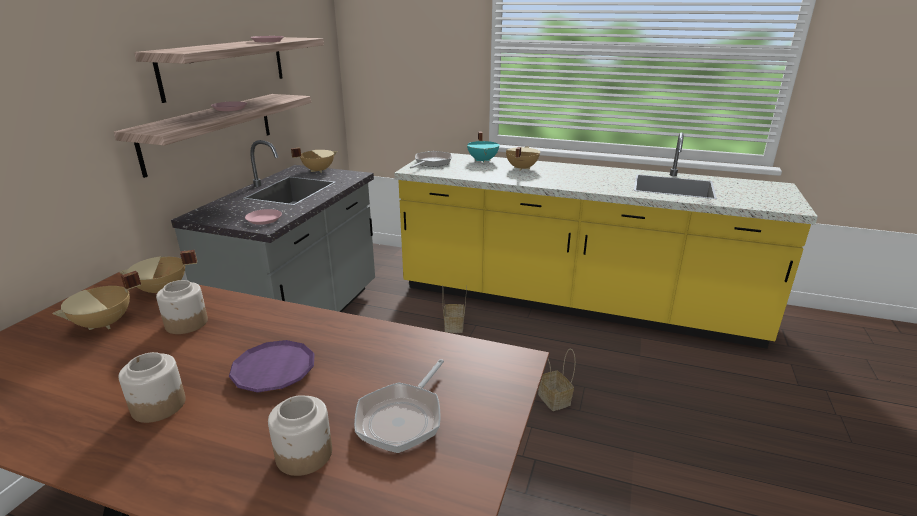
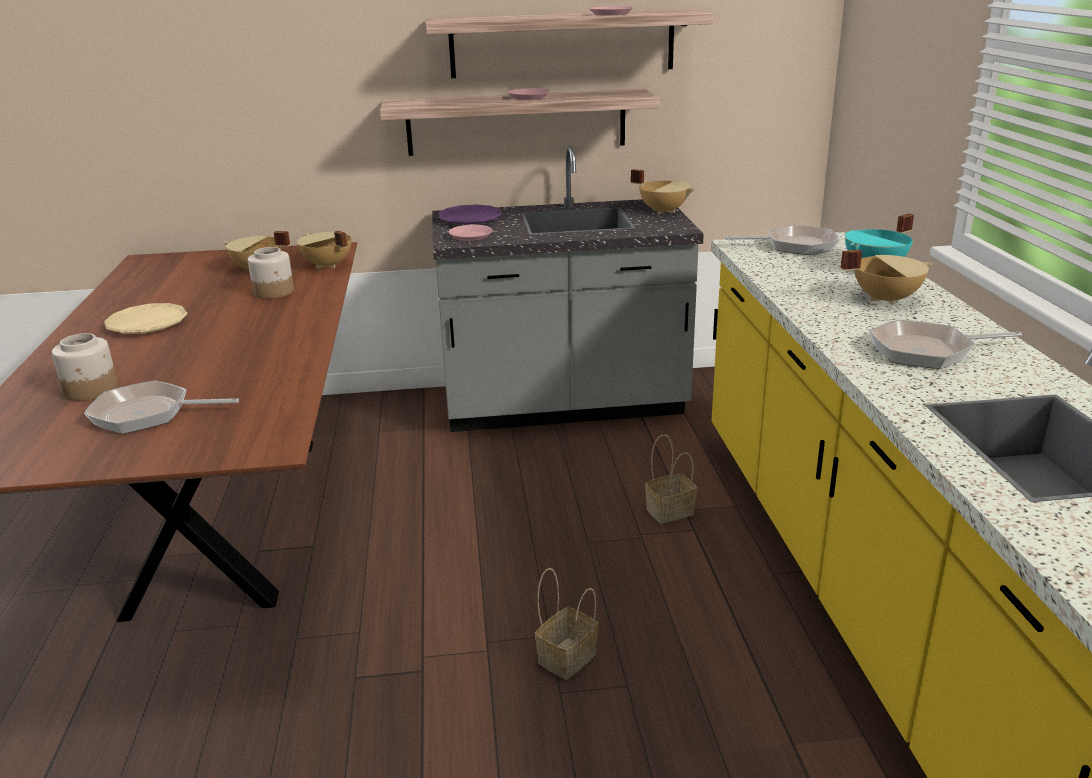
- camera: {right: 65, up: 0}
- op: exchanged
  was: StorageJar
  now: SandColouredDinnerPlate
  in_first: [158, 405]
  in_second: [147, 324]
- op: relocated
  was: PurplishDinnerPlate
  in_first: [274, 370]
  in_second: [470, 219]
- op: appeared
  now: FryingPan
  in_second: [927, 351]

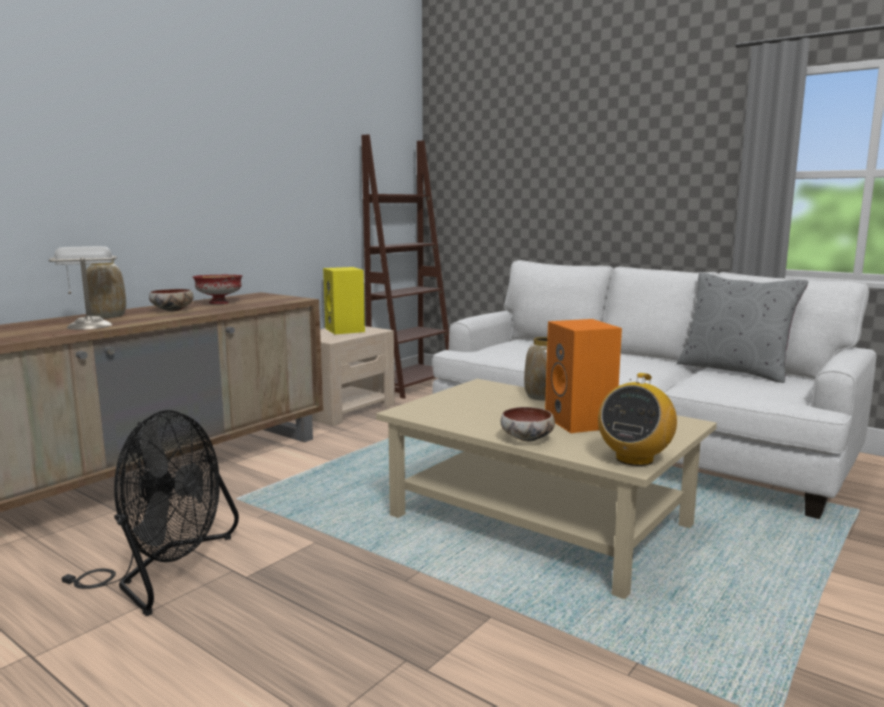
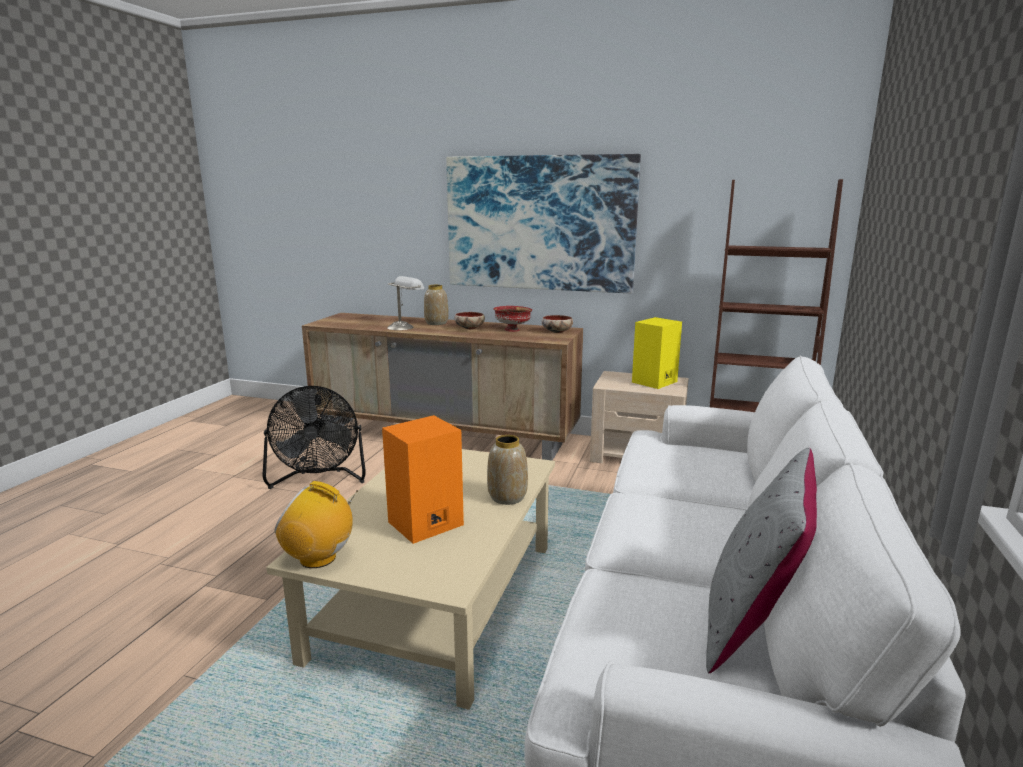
- camera: {right: 70, up: 5}
- op: relocated
  was: Bowl
  in_first: [527, 439]
  in_second: [556, 332]
- op: appeared
  now: Picture
  in_second: [539, 223]

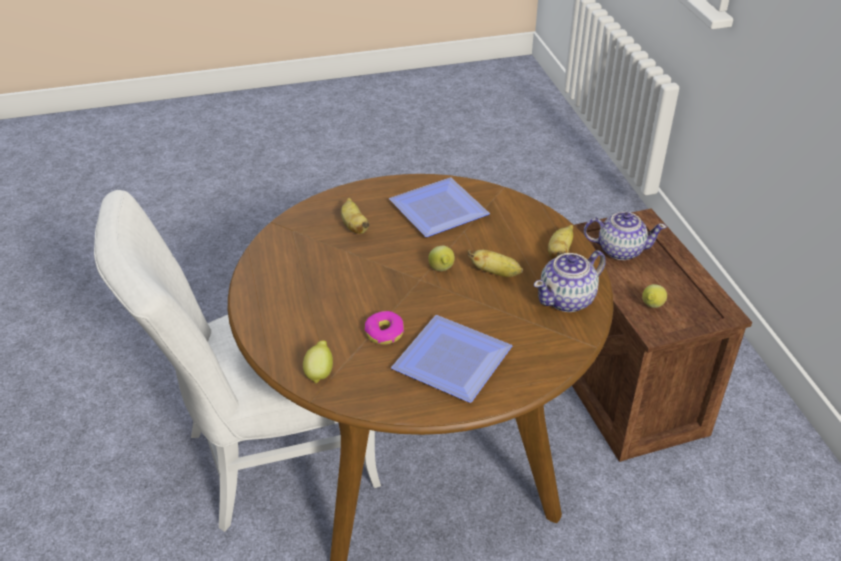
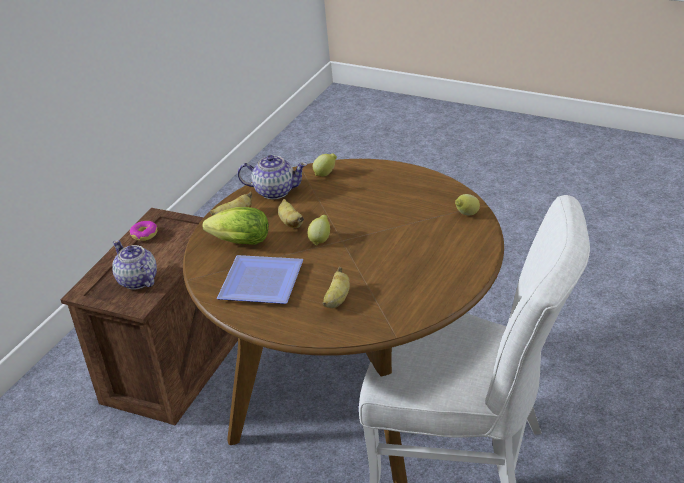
- camera: {right: -135, up: -5}
- op: relocated
  was: Donut
  in_first: [384, 333]
  in_second: [144, 234]
- op: missing
  was: DinnerPlate
  in_first: [448, 362]
- op: relocated
  was: Lemon
  in_first: [651, 306]
  in_second: [326, 174]
- op: appeared
  now: HeadOfLettuce
  in_second: [237, 242]

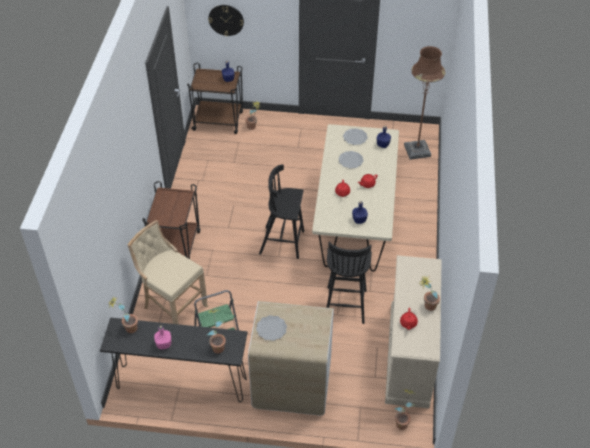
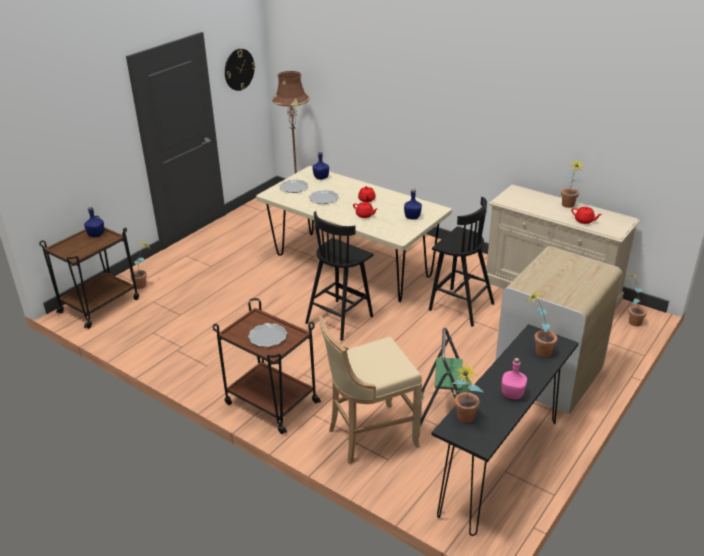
- camera: {right: -60, up: -15}
- op: relocated
  was: WallClock
  in_first: [226, 20]
  in_second: [239, 69]
- op: relocated
  was: DinnerPlate
  in_first: [271, 329]
  in_second: [267, 336]

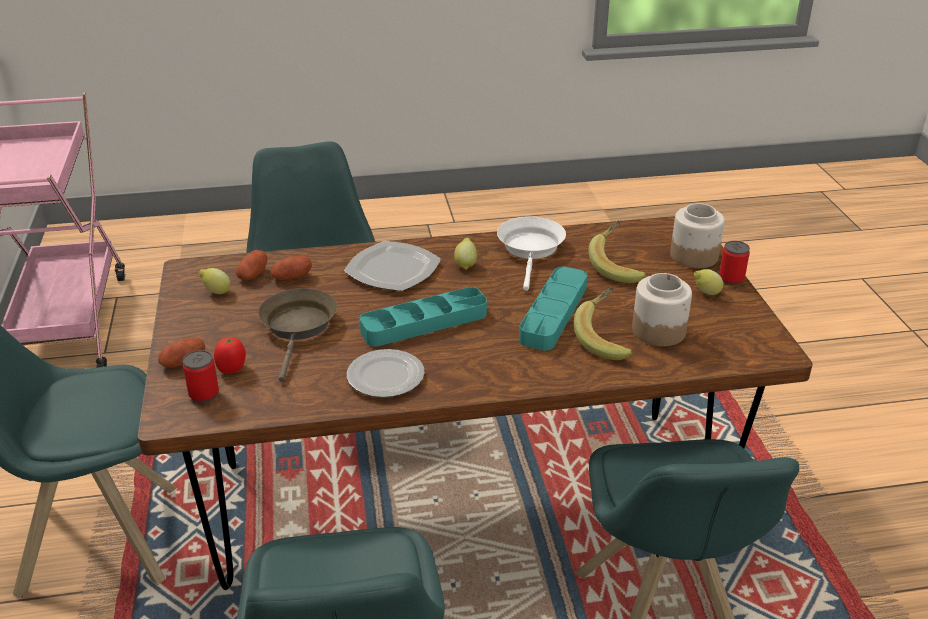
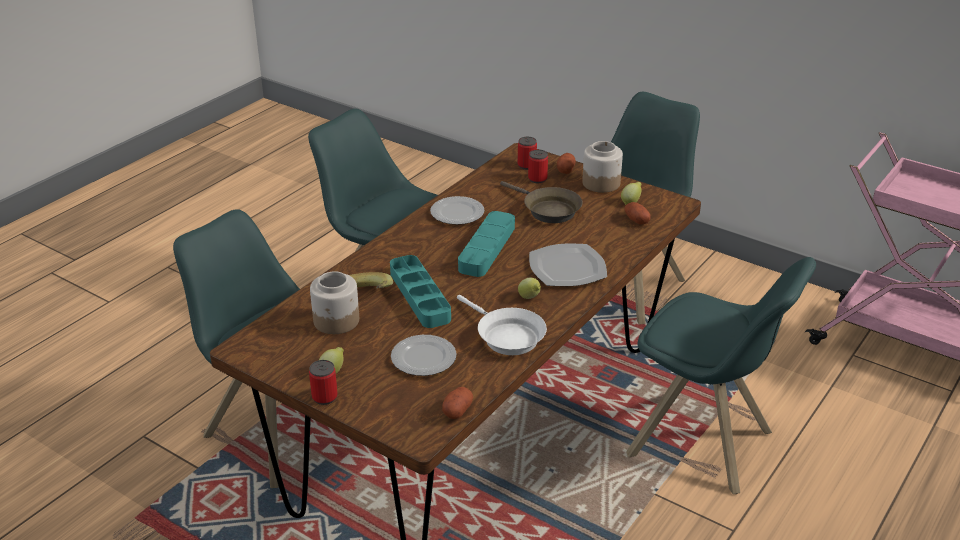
- camera: {right: 135, up: 0}
- op: exchanged
  was: FreshTomato
  now: Can
  in_first: [232, 369]
  in_second: [537, 179]
- op: relocated
  was: Spud
  in_first: [292, 277]
  in_second: [457, 410]
- op: exchanged
  was: WholeBanana
  now: DinnerPlate
  in_first: [619, 266]
  in_second: [423, 359]
- op: relocated
  was: StorageJar
  in_first: [693, 256]
  in_second: [601, 183]

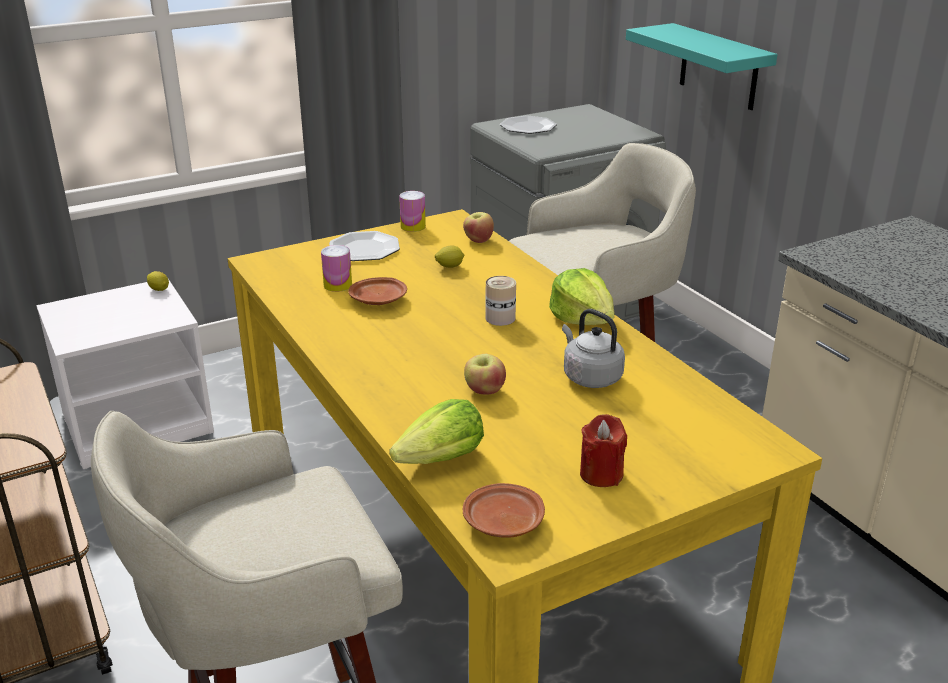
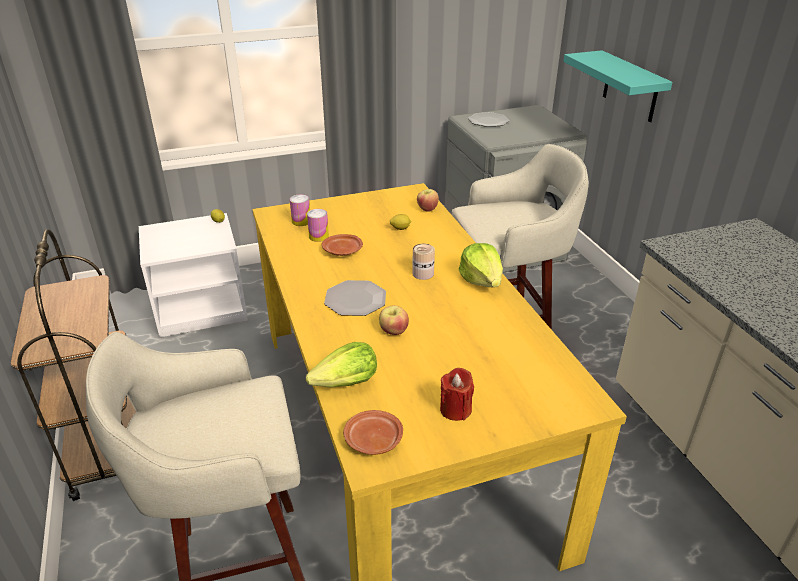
- camera: {right: 10, up: 5}
- op: relocated
  was: DinnerPlate
  in_first: [364, 248]
  in_second: [355, 299]
- op: relocated
  was: Can
  in_first: [413, 226]
  in_second: [301, 221]
- op: missing
  was: GreyishWaterKettle
  in_first: [590, 377]

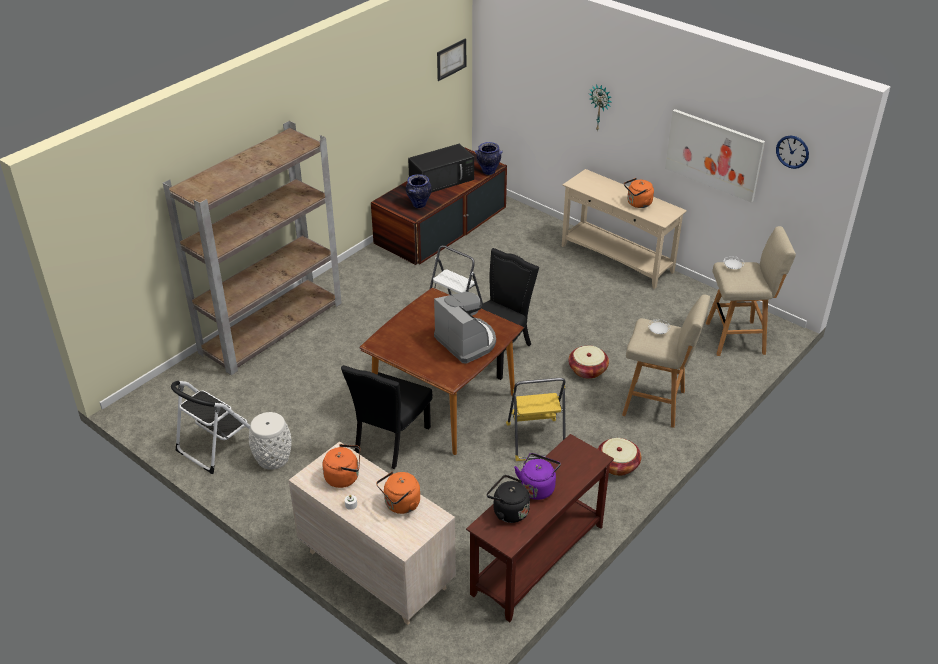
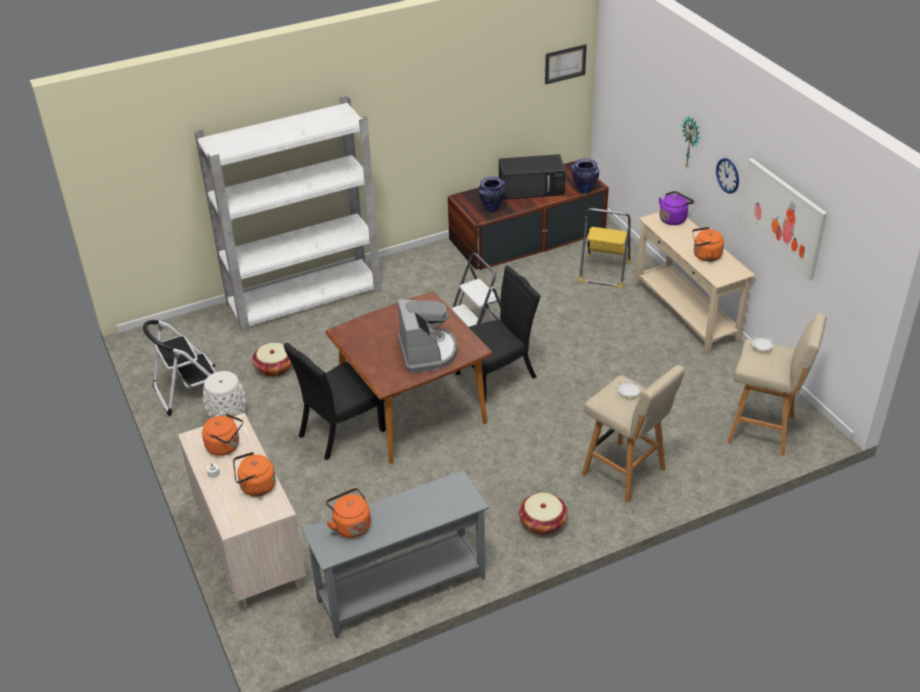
- camera: {right: 25, up: 0}
- op: colour
  was: BrownColouredBookshelf
  now: WhitishBookshelf
  in_first: [272, 327]
  in_second: [304, 297]
- op: colour
  was: BrownColouredHallTable
  now: GreyishHallTable
  in_first: [538, 560]
  in_second: [401, 589]
- op: colour
  was: BlackWaterKettle
  now: OrangeWaterKettle
  in_first: [508, 511]
  in_second: [350, 525]
- op: relocated
  was: YellowishStepladder
  in_first: [535, 441]
  in_second: [604, 272]
- op: relocated
  was: PurplishWaterKettle
  in_first: [537, 487]
  in_second: [673, 218]
- op: relocated
  was: StorageBasket
  in_first: [587, 370]
  in_second: [275, 368]
- op: relocated
  was: WallClock
  in_first: [792, 151]
  in_second: [727, 175]

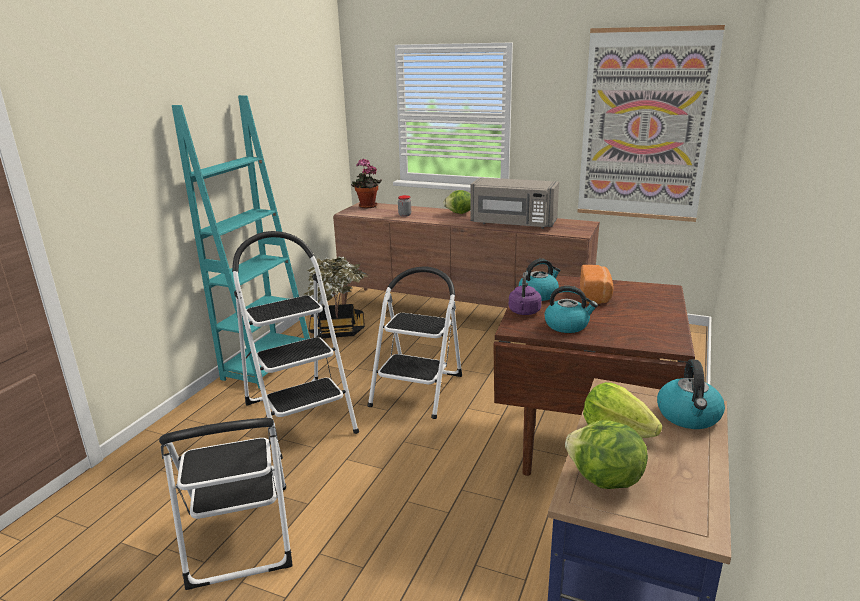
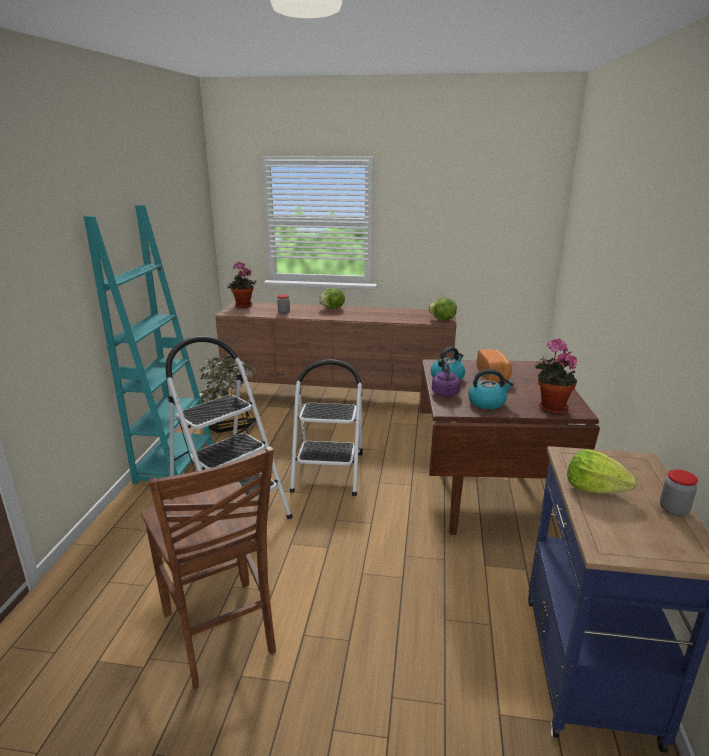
- camera: {right: -15, up: 0}
- op: exchanged
  was: Stepladder
  now: BrownColouredPlainChair
  in_first: [239, 537]
  in_second: [220, 634]
- op: missing
  was: GreyishKitchenMicrowave
  in_first: [513, 223]
- op: relocated
  was: HeadOfLettuce
  in_first: [604, 480]
  in_second: [442, 320]
- op: missing
  was: Picture
  in_first: [644, 126]
- op: missing
  was: WaterKettle
  in_first: [689, 416]
- op: appeared
  now: PottedPlant
  in_second: [550, 408]
- op: appeared
  now: StorageJar
  in_second: [673, 510]

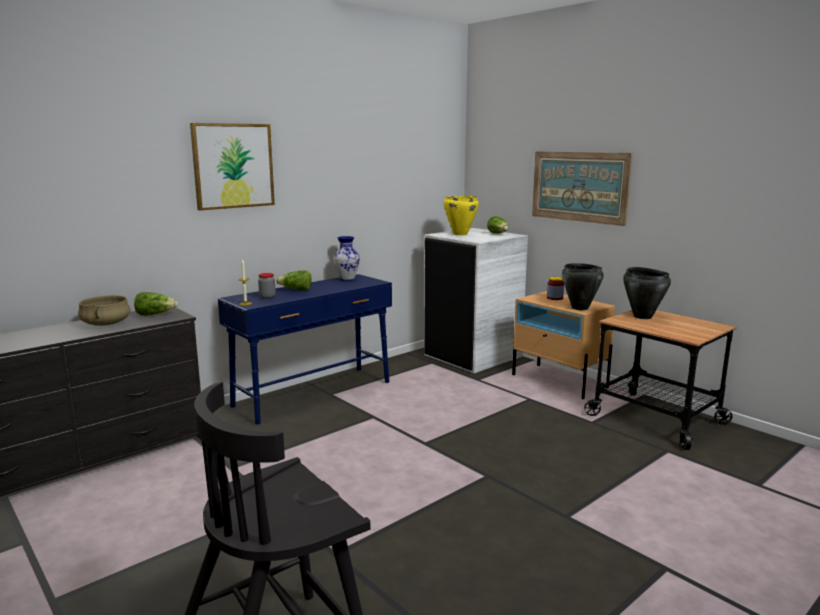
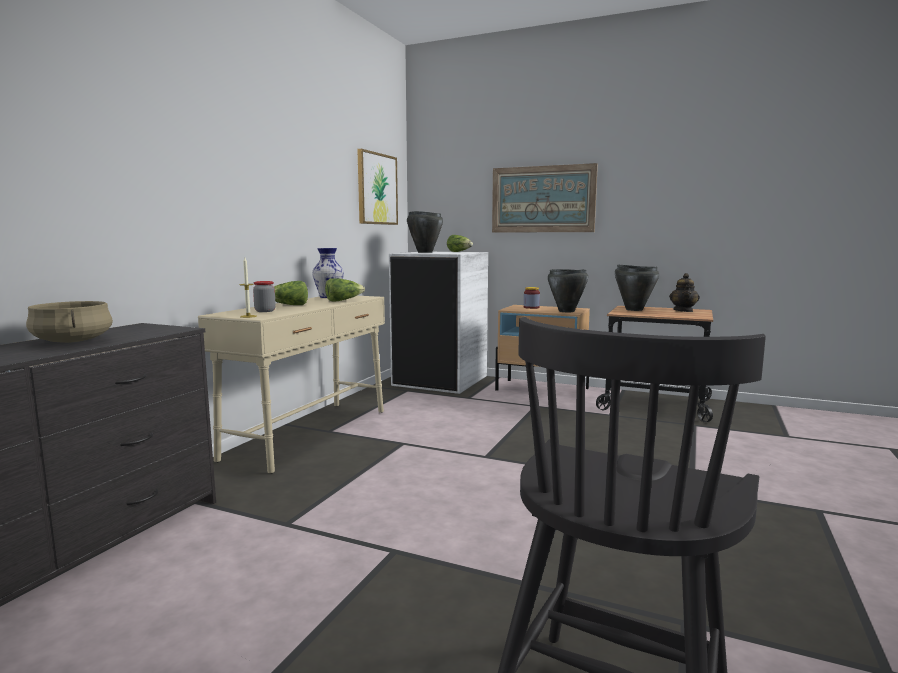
- camera: {right: -25, up: -5}
- op: relocated
  was: HeadOfLettuce
  in_first: [155, 314]
  in_second: [343, 300]
- op: relocated
  was: Picture
  in_first: [233, 166]
  in_second: [377, 189]
- op: colour
  was: BlueHallTable
  now: SandColouredHallTable
  in_first: [314, 394]
  in_second: [310, 434]
- op: colour
  was: YellowishStockpot
  now: BlackStockpot
  in_first: [459, 234]
  in_second: [424, 252]
- op: appeared
  now: TeaPot
  in_second: [683, 311]

